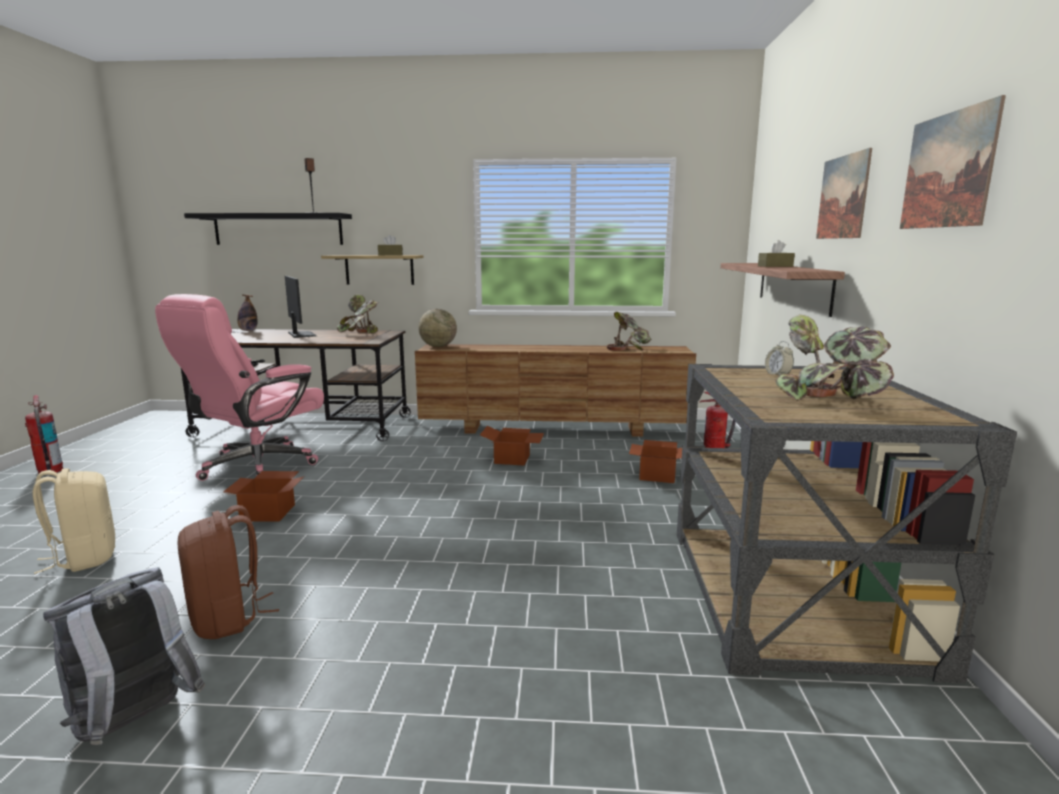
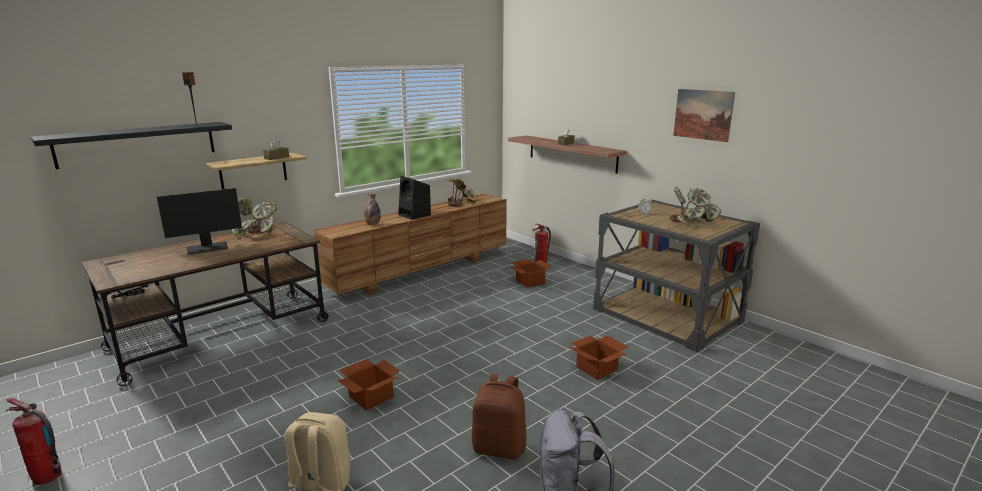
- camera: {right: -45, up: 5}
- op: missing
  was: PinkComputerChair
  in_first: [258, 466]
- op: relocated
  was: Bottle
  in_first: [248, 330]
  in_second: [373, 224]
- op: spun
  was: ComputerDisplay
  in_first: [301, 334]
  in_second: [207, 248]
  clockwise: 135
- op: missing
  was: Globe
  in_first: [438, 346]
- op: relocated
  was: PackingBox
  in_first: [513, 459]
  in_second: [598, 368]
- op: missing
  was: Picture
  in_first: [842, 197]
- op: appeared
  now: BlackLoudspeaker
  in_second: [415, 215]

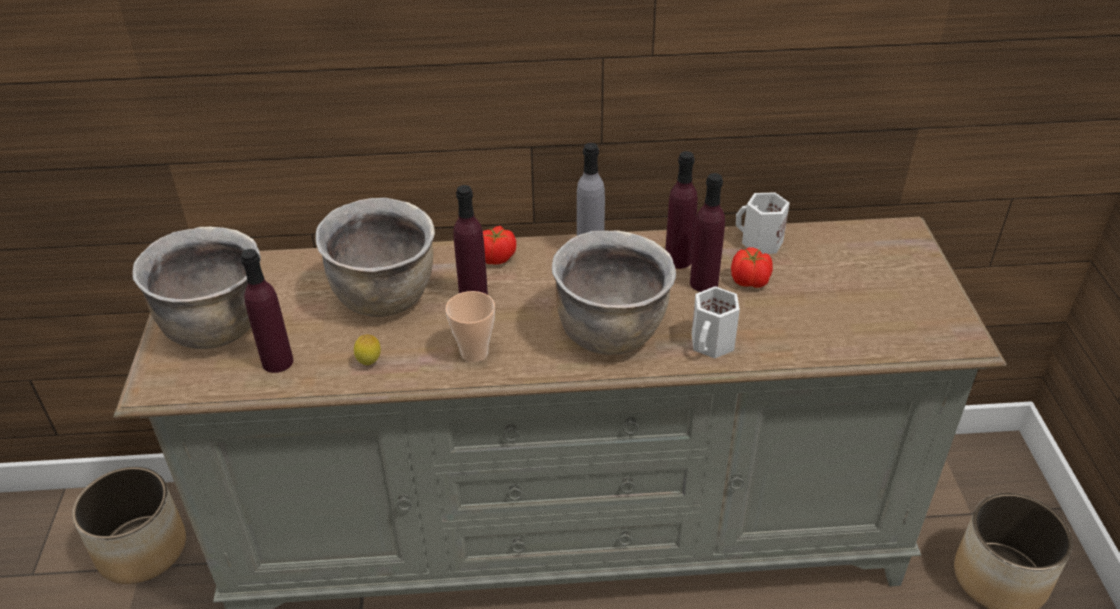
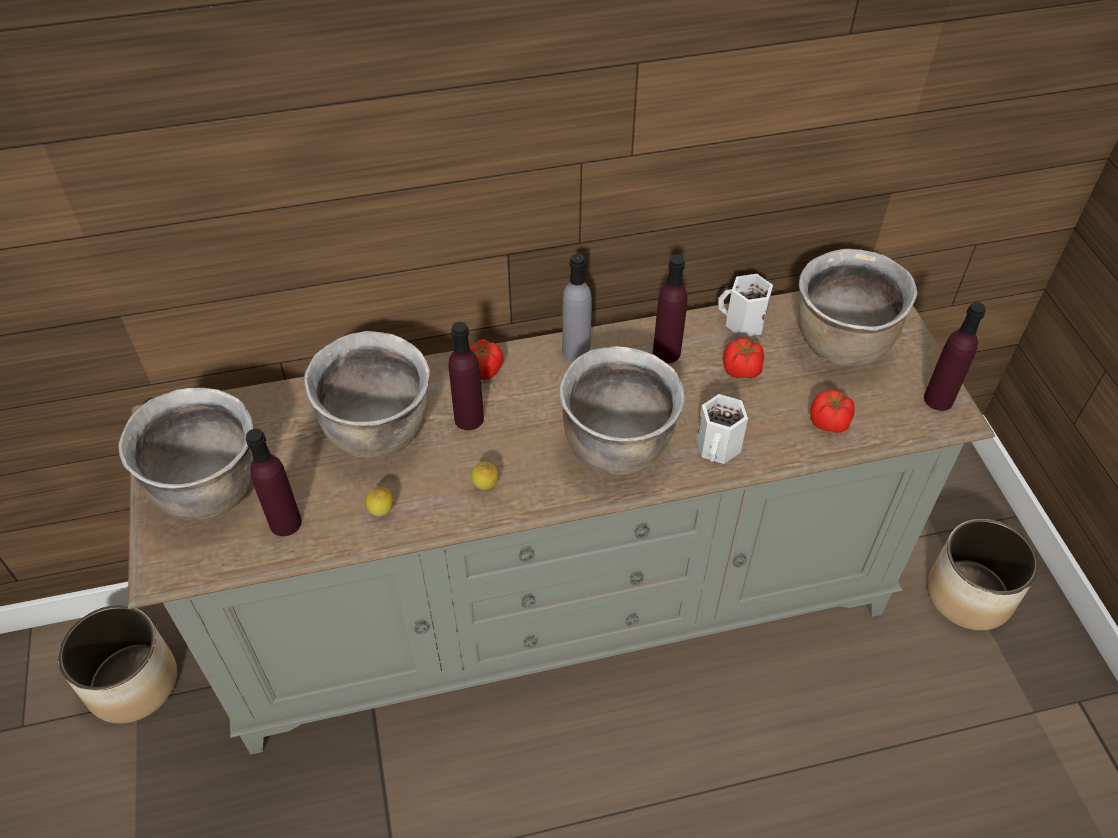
- camera: {right: -10, up: 10}
- op: exchanged
  was: DrinkingCup
  now: Lemon
  in_first: [474, 353]
  in_second: [486, 487]
- op: relocated
  was: PurplishBottle
  in_first: [704, 283]
  in_second: [938, 399]
- op: appeared
  now: BrownColouredStockpot
  in_second: [841, 344]
- op: appeared
  now: FreshTomato
  in_second: [829, 423]

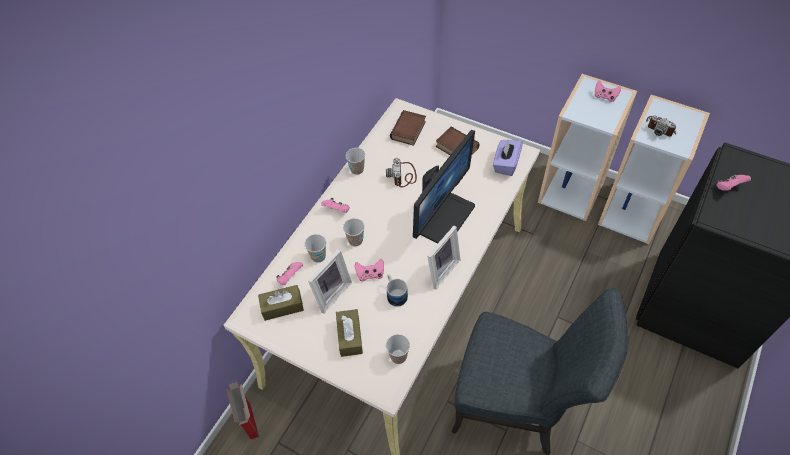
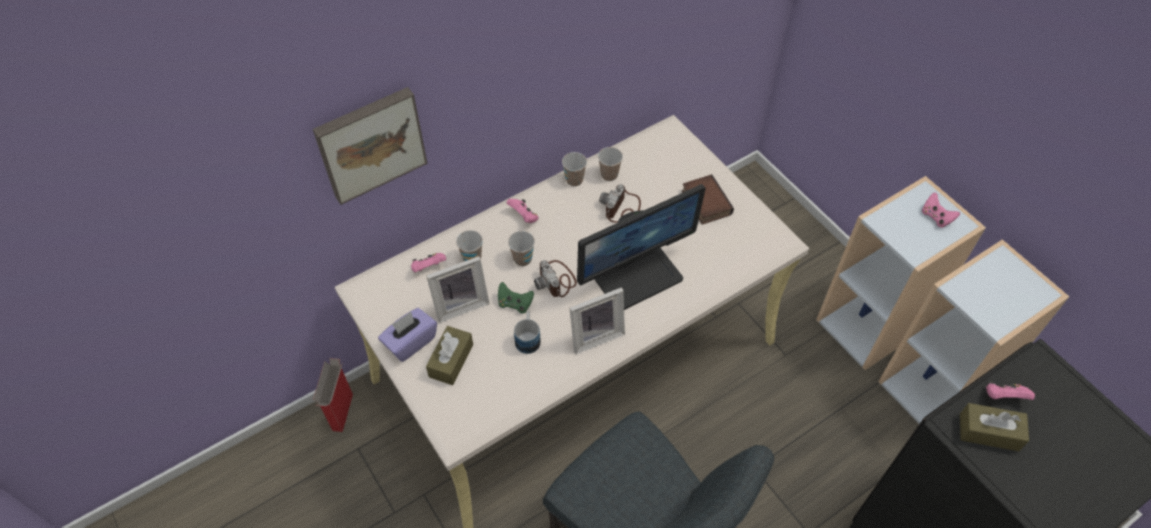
- camera: {right: 25, up: 0}
- op: relocated
  was: BrownColouredTissueHolder
  in_first: [282, 306]
  in_second: [989, 432]
- op: colour
  was: PinkJoypad
  now: GreenishJoypad
  in_first: [370, 274]
  in_second: [515, 304]
- op: relocated
  was: DrinkingCup
  in_first: [398, 356]
  in_second: [609, 175]
- op: missing
  was: Book
  in_first: [409, 131]
- op: relocated
  was: PurplishTissueHolder
  in_first: [506, 164]
  in_second: [410, 342]
- op: relocated
  was: PhotoCamera
  in_first: [660, 127]
  in_second: [556, 280]
- op: appeared
  now: Picture
  in_second: [370, 143]

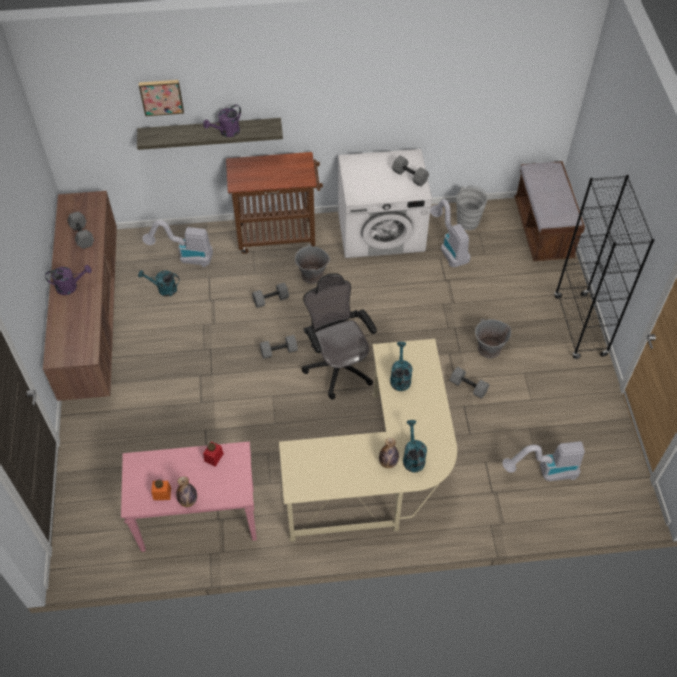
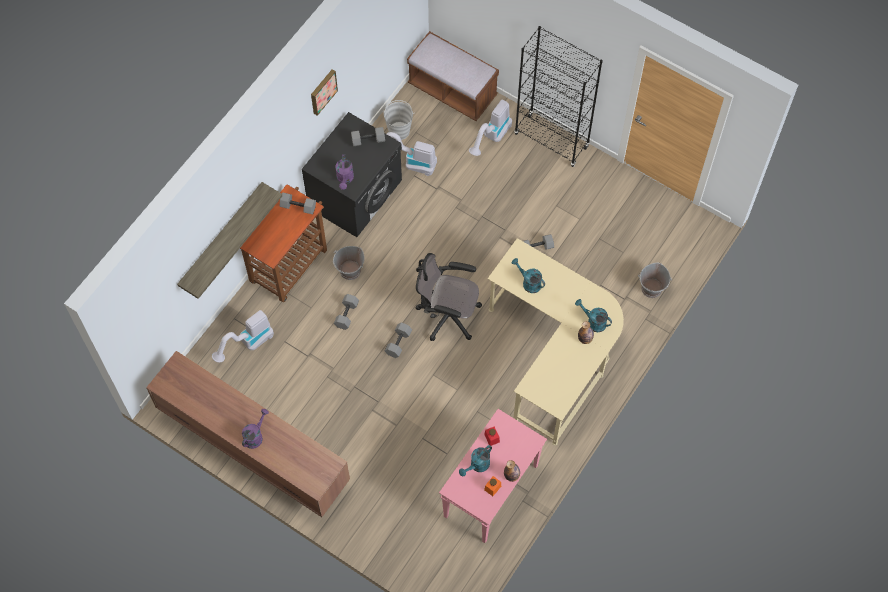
- camera: {right: -50, up: 10}
- op: relocated
  was: GreyishHandWeight
  in_first: [83, 235]
  in_second: [298, 206]
- op: relocated
  was: TurquoiseColouredWateringPot
  in_first: [163, 289]
  in_second: [477, 466]
- op: relocated
  was: Picture
  in_first: [161, 96]
  in_second: [322, 91]
- op: relocated
  was: PurplishWateringPot
  in_first: [226, 132]
  in_second: [345, 179]
- op: colour
  was: WhitishWashingMachine
  now: BlackWashingMachine
  in_first: [382, 235]
  in_second: [357, 196]
- op: relocated
  was: GreyishWaterBucket
  in_first: [489, 349]
  in_second: [652, 288]
- op: relocated
  was: VacuumCleaner
  in_first: [545, 472]
  in_second: [491, 138]

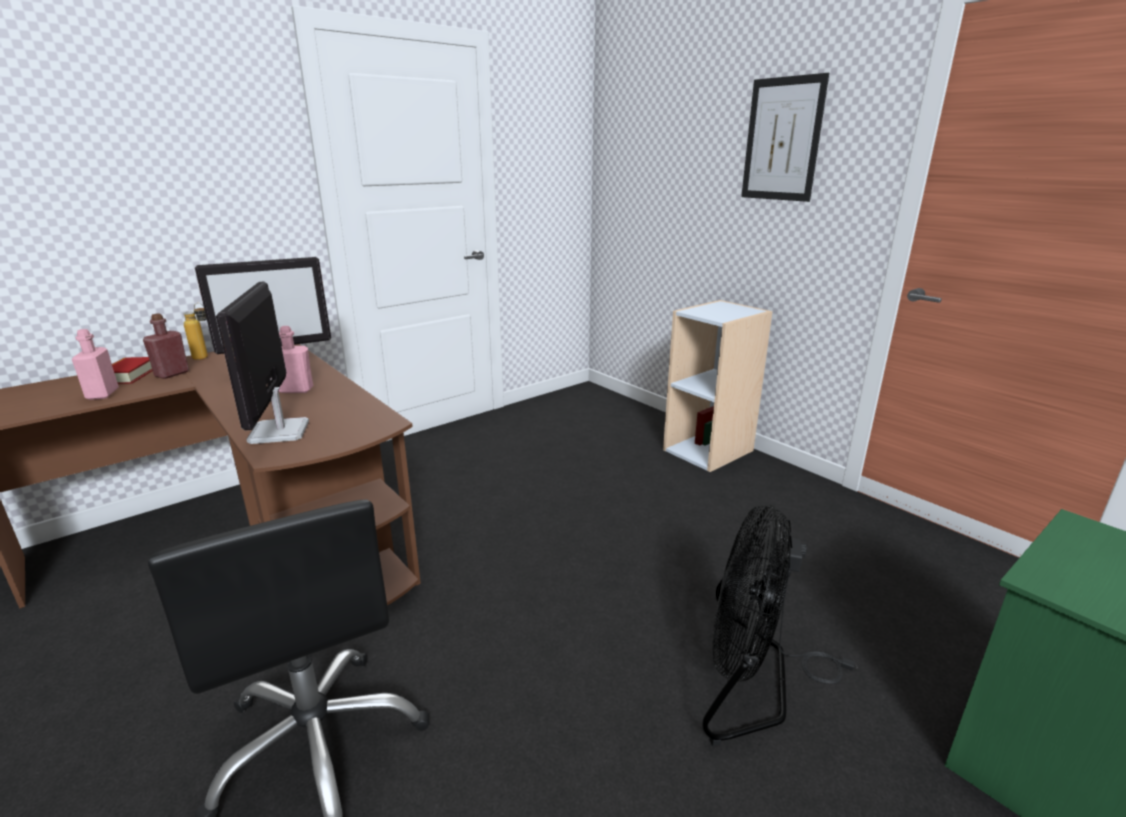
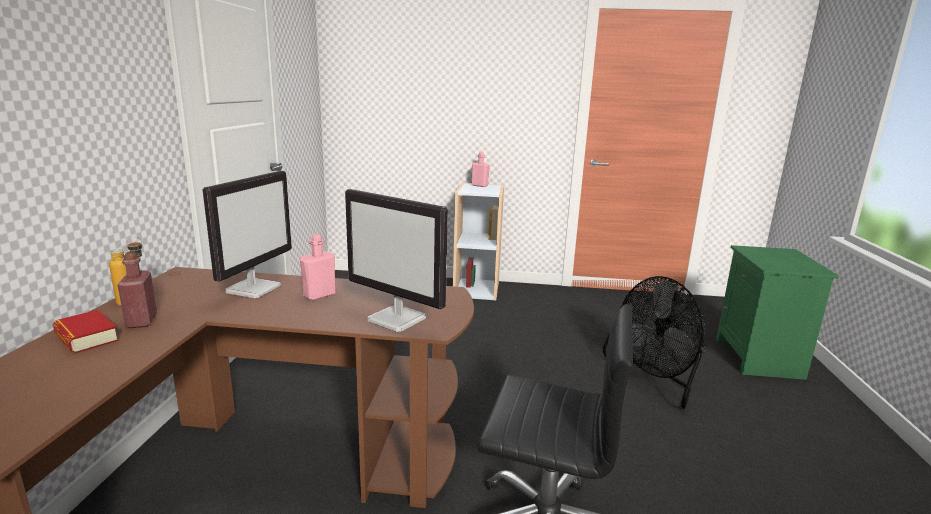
- camera: {right: -45, up: -5}
- op: relocated
  was: PinkBottle
  in_first: [102, 394]
  in_second: [480, 185]
- op: missing
  was: Picture
  in_first: [782, 140]

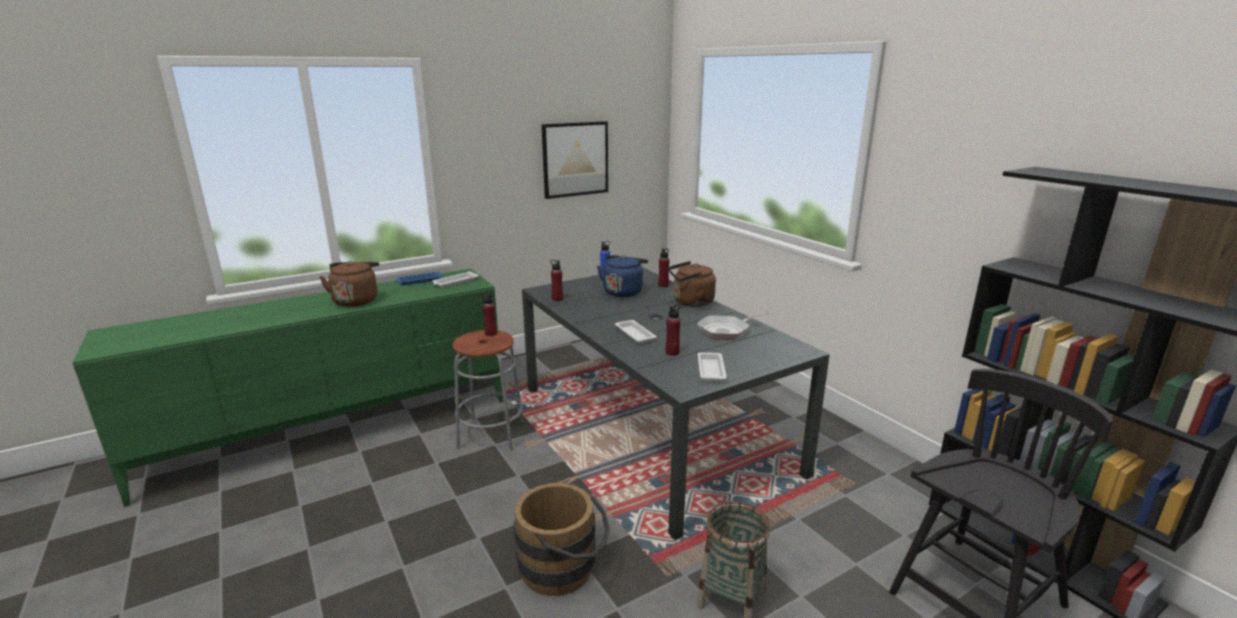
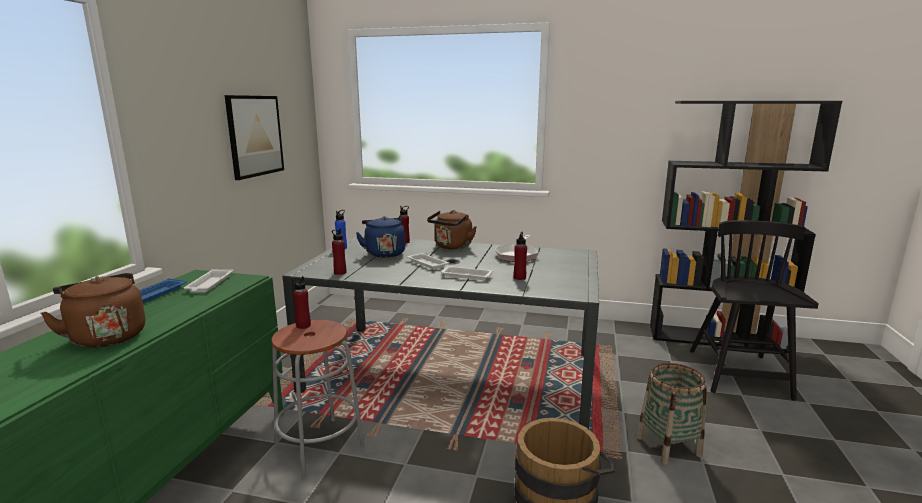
- camera: {right: -45, up: -5}
- op: relocated
  was: WhitishServingTray
  in_first: [711, 369]
  in_second: [427, 263]

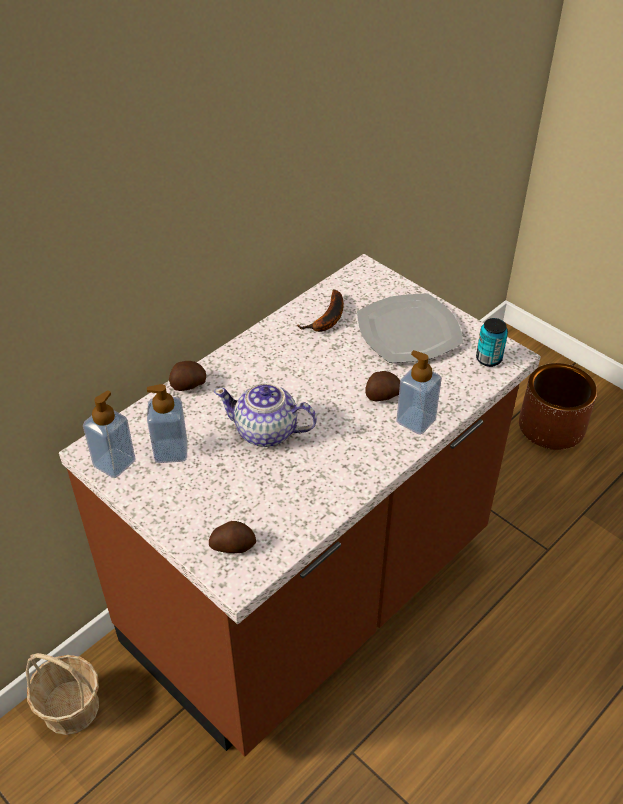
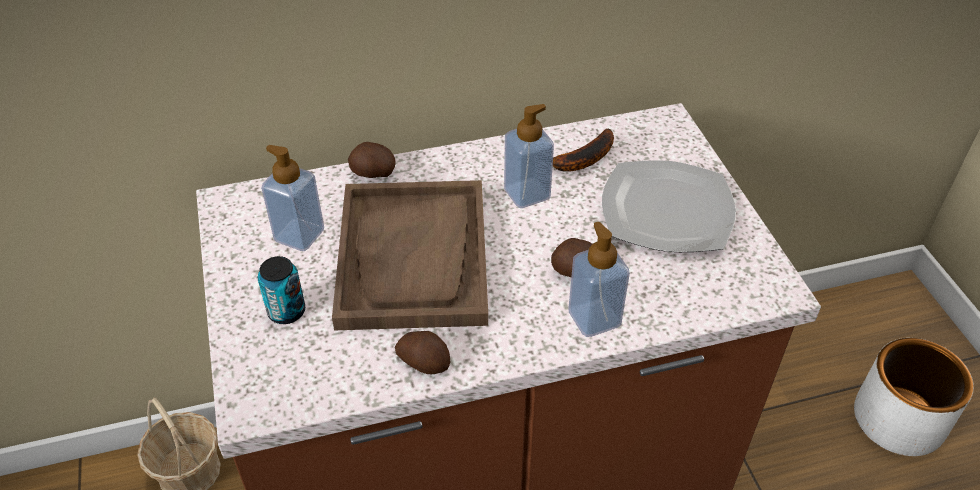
- camera: {right: 30, up: 0}
- op: relocated
  was: LiquidSoapBottle
  in_first: [114, 463]
  in_second: [527, 194]
- op: relocated
  was: Spud
  in_first: [232, 545]
  in_second: [424, 361]
- op: exchanged
  was: TeaPot
  now: BrownColouredServingTray
  in_first: [267, 432]
  in_second: [413, 257]
- op: relocated
  was: Can
  in_first: [488, 359]
  in_second: [286, 311]
- op: colour
  was: BrownColouredPlanter
  now: WhitishPlanter
  in_first: [552, 427]
  in_second: [899, 420]

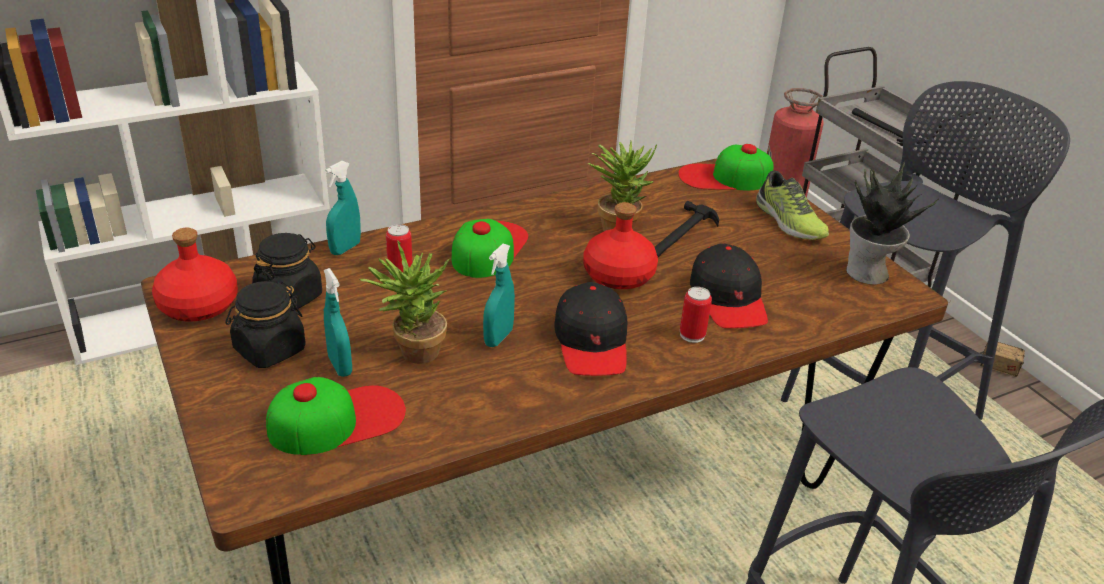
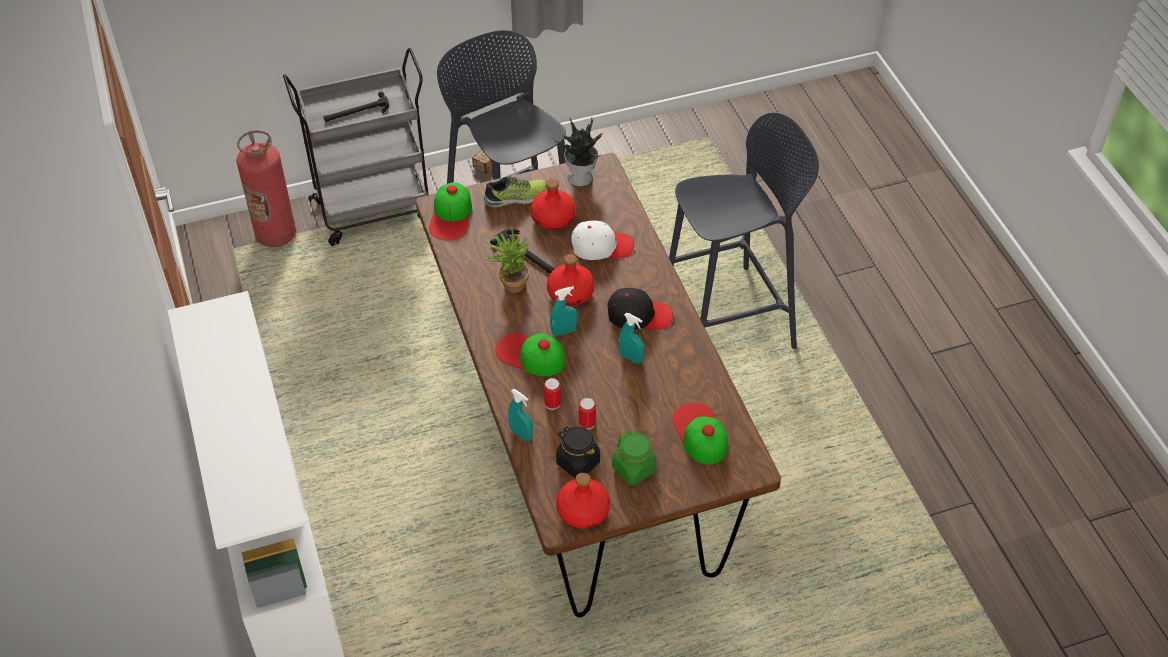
- camera: {right: -80, up: 15}
- op: colour
  was: BlackStorageJar
  now: GreenishStorageJar
  in_first: [269, 350]
  in_second: [634, 469]
- op: relocated
  was: TurquoiseColouredHandSprayer
  in_first: [340, 366]
  in_second: [564, 331]
- op: missing
  was: PottedPlant
  in_first: [412, 352]
- op: relocated
  was: Can
  in_first: [692, 335]
  in_second: [587, 423]
- op: colour
  was: BlackCap
  now: WhitishCap
  in_first: [728, 299]
  in_second: [601, 246]
- op: appeared
  now: RedBottle
  in_second: [553, 217]

